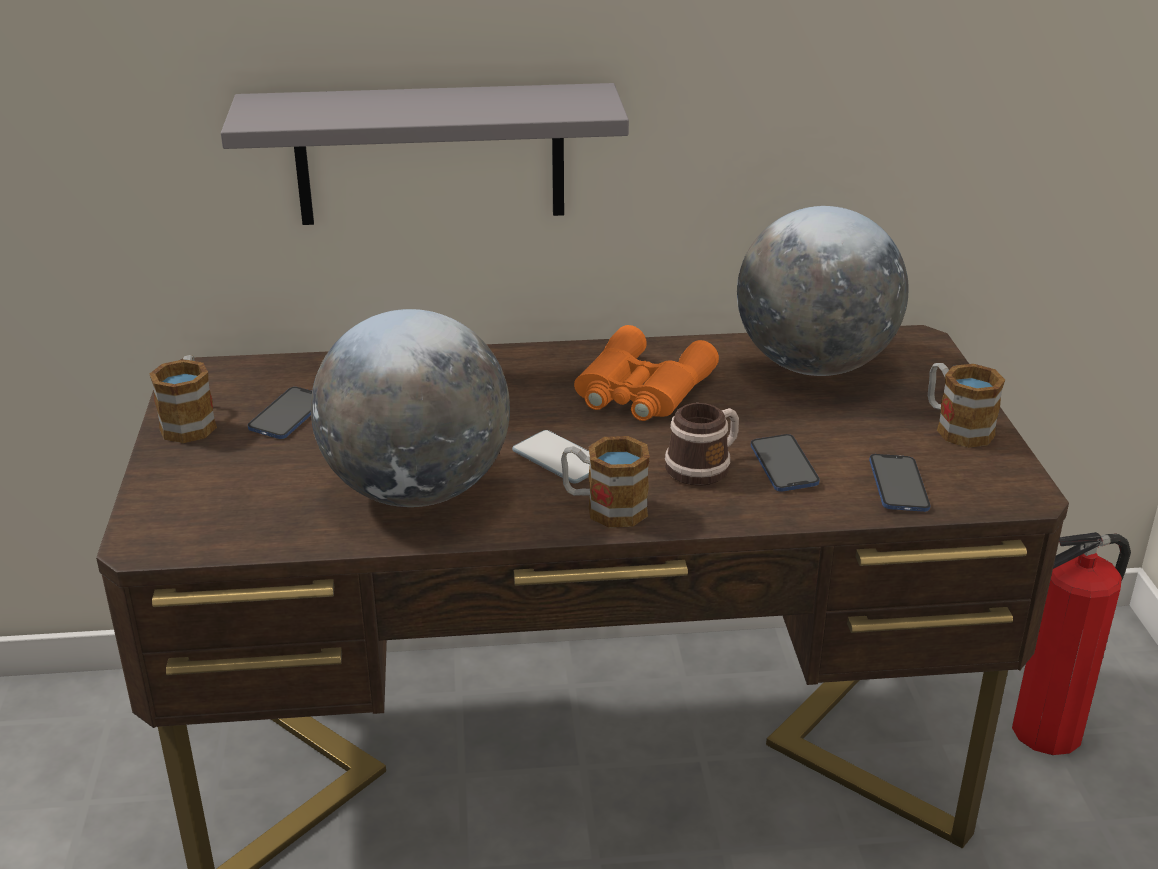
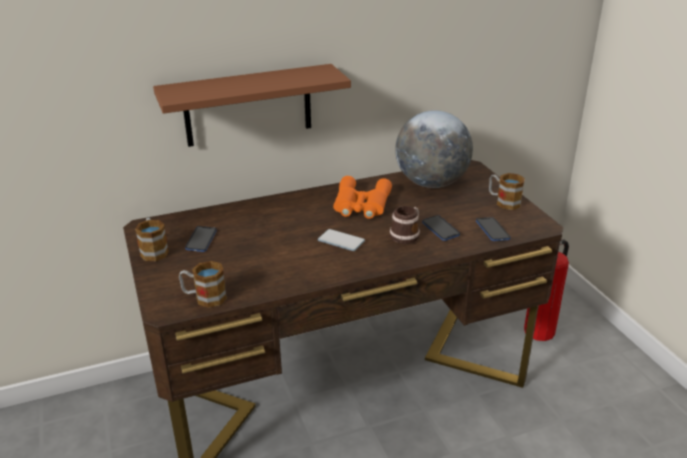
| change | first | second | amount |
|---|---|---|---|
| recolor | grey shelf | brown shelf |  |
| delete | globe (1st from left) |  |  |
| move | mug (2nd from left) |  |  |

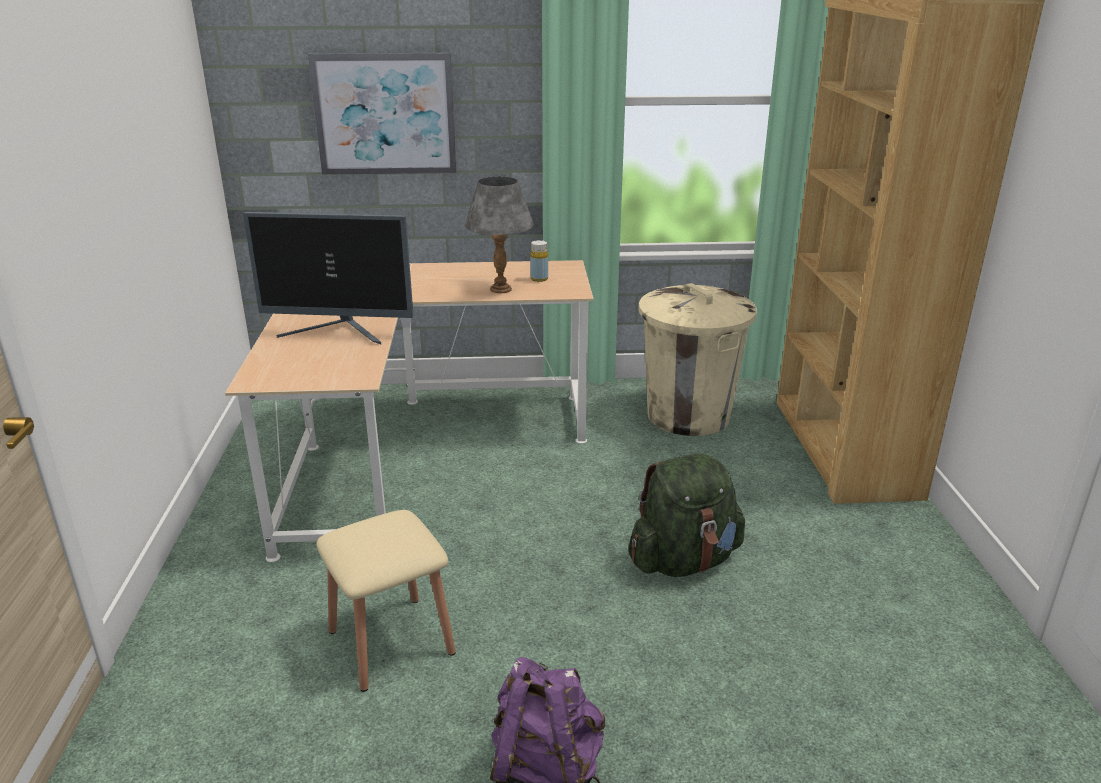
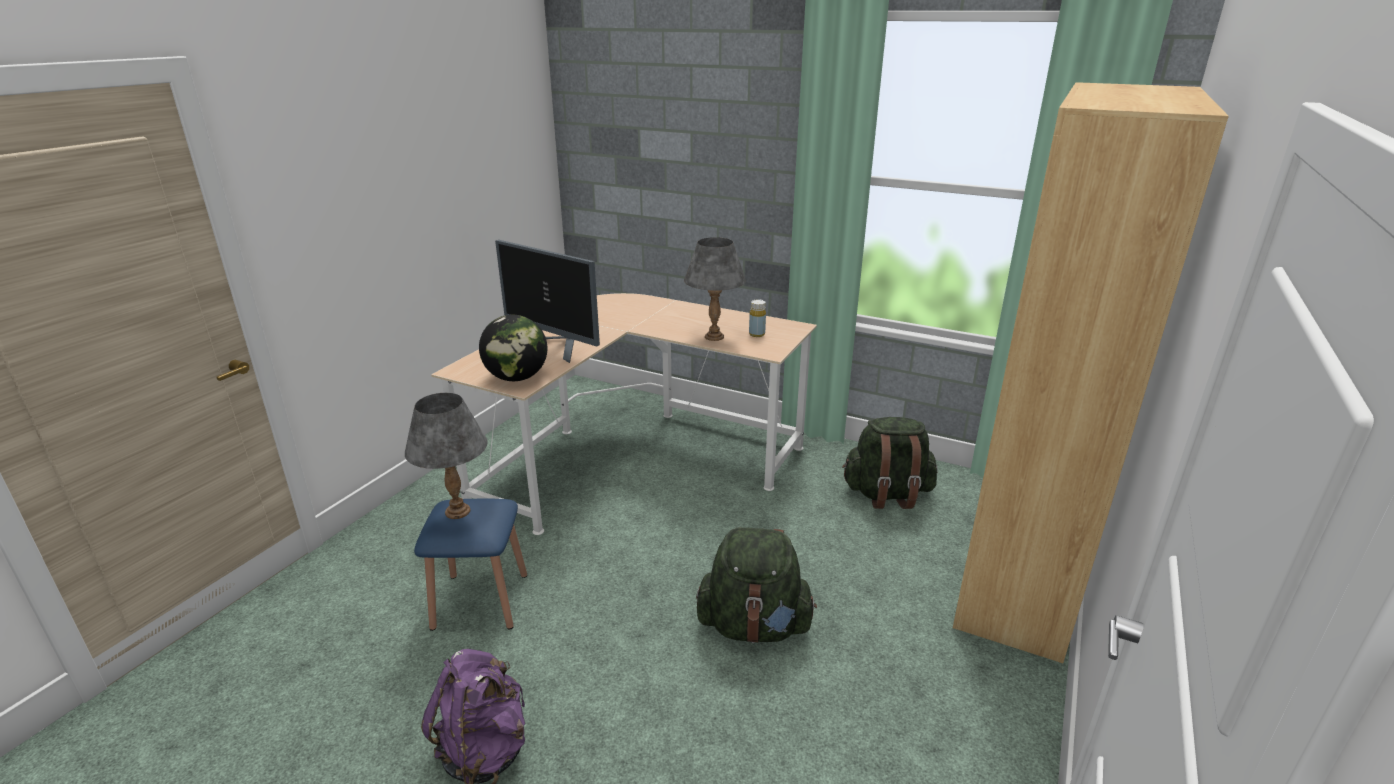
| change | first | second | amount |
|---|---|---|---|
| delete | picture |  |  |
| recolor | beige stool | blue stool |  |
| replace | beige trash can | green backpack (2nd from left) |  |
| insert |  | grey table lamp (1st from left) |  |
| insert |  | globe |  |

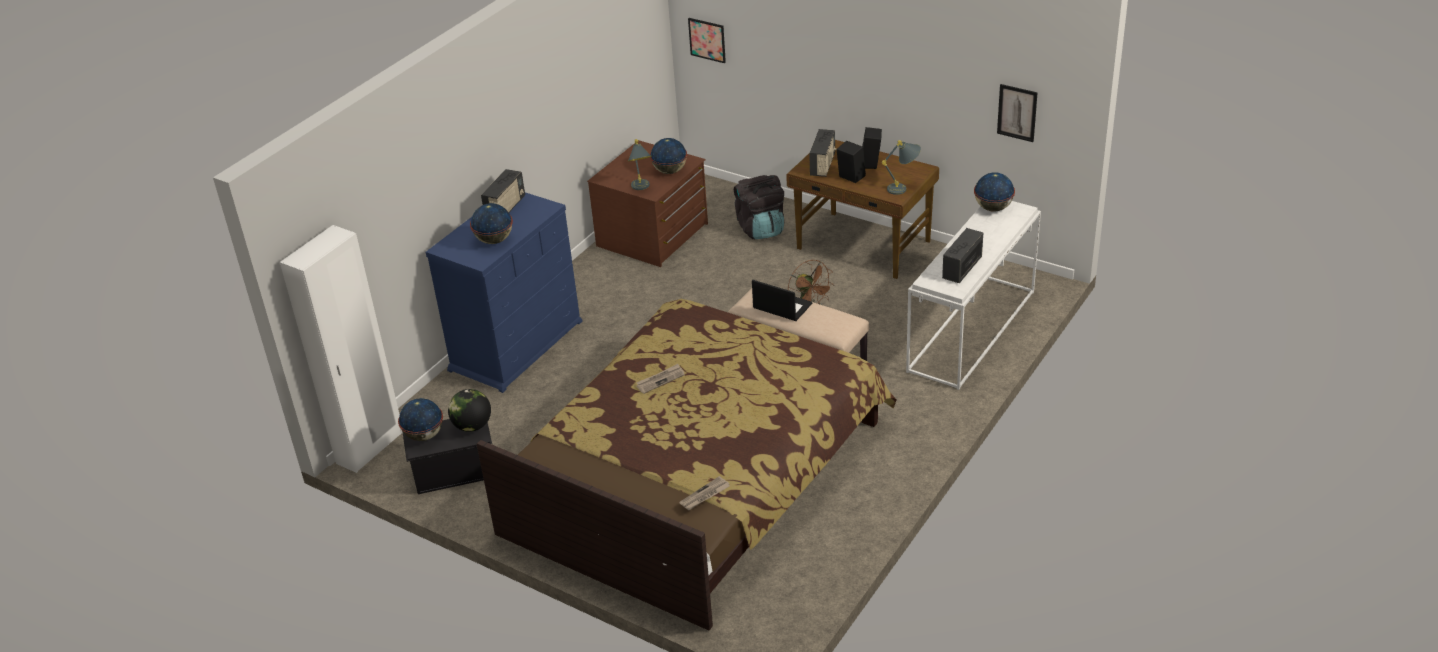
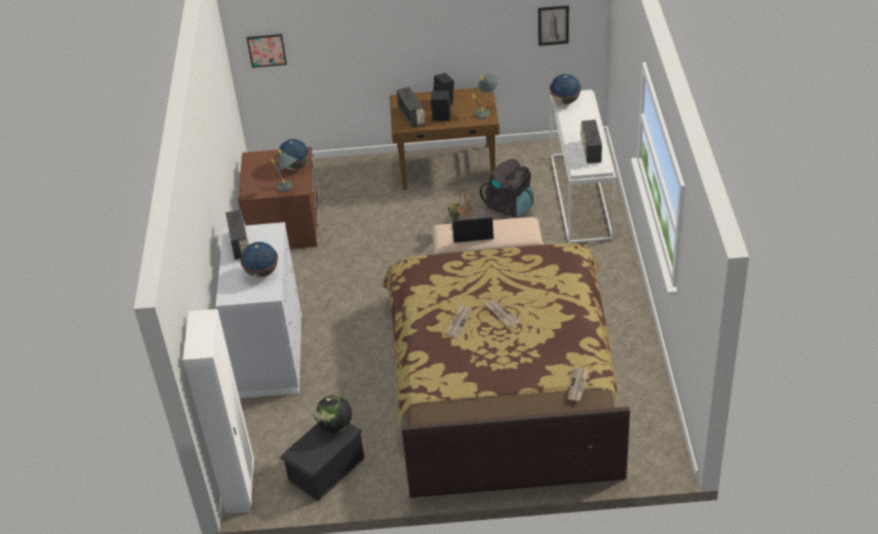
| change | first | second | amount |
|---|---|---|---|
| delete | globe (1st from left) |  |  |
| recolor | blue dresser | white dresser |  |
| move | black backpack |  |  |
| insert |  | newspaper (2nd from left) |  |

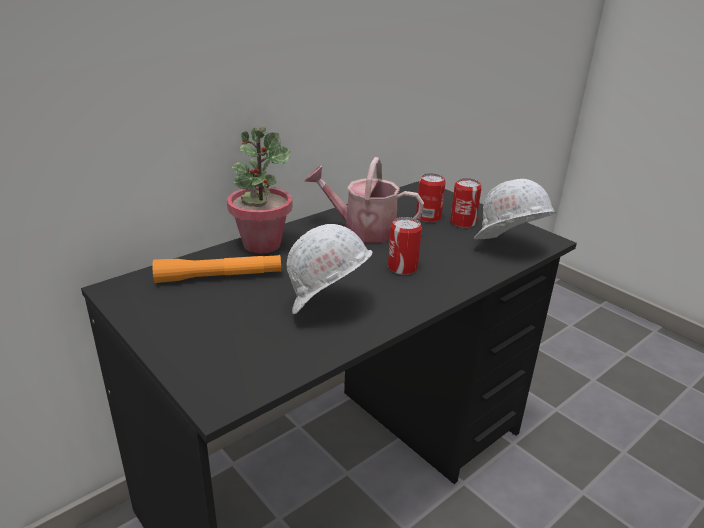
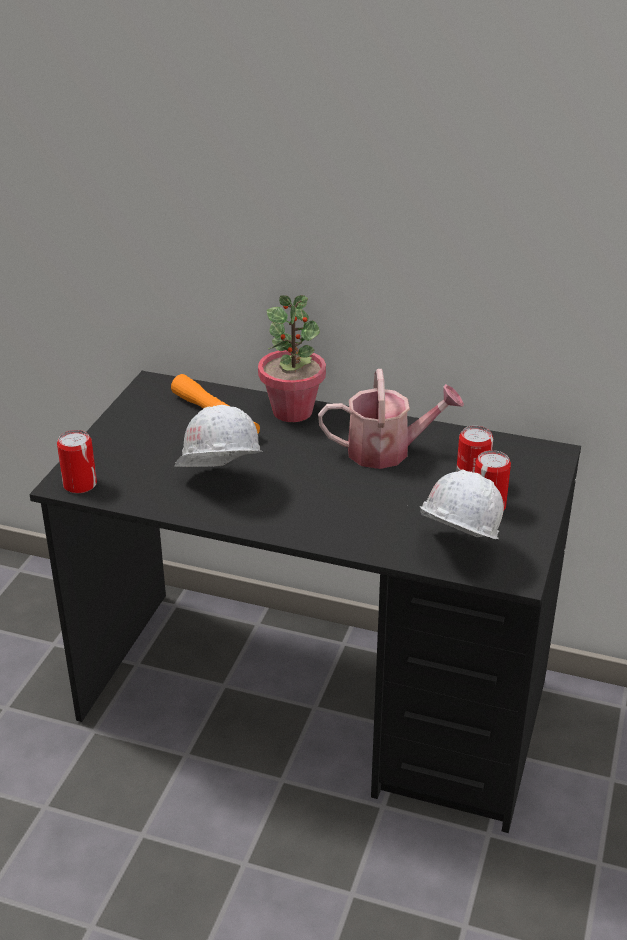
| change | first | second | amount |
|---|---|---|---|
| rotate | watering can |  | 105 degrees clockwise |
| move | can (1st from left) |  |  |

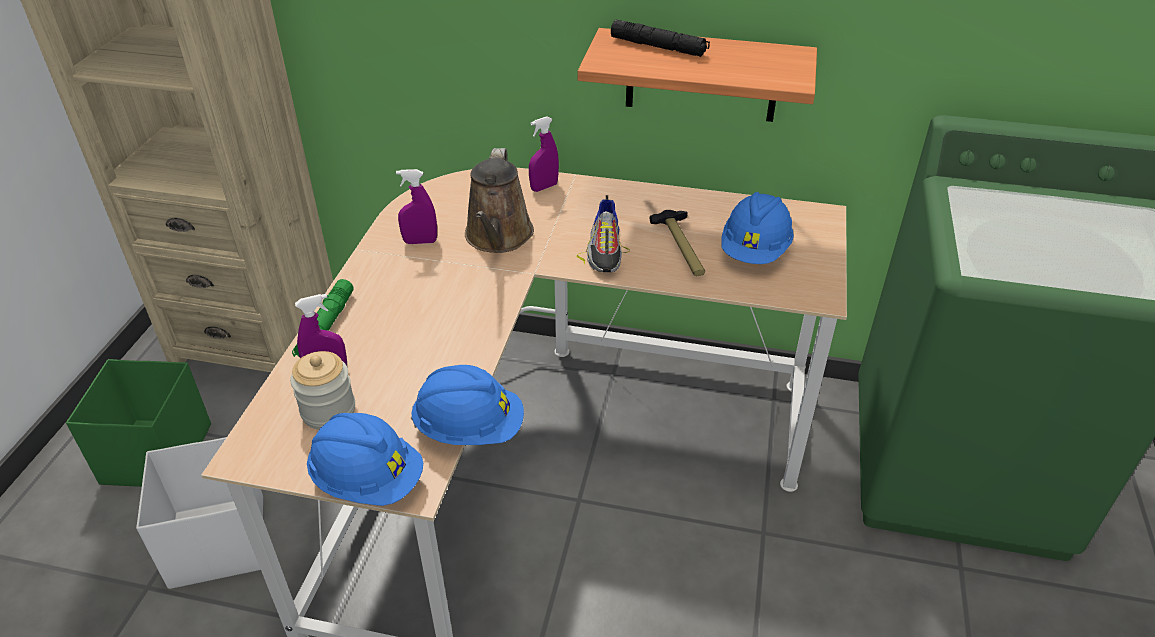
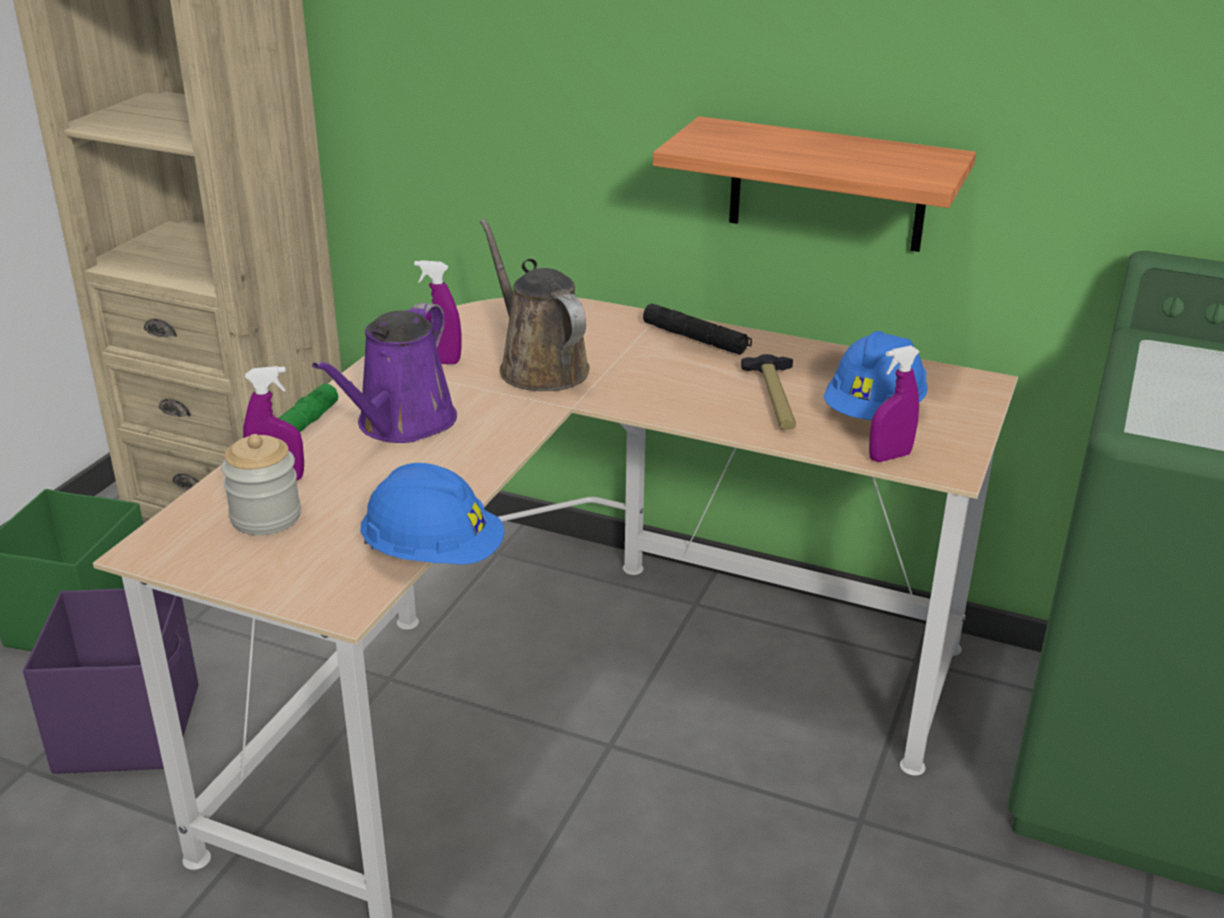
| change | first | second | amount |
|---|---|---|---|
| recolor | white storage box | purple storage box |  |
| delete | blue hard hat (1st from left) |  |  |
| rotate | brown watering can |  | 135 degrees clockwise |
| move | purple spray bottle (3rd from left) |  |  |
| delete | shoe |  |  |
| move | black flashlight |  |  |
| insert |  | purple watering can |  |

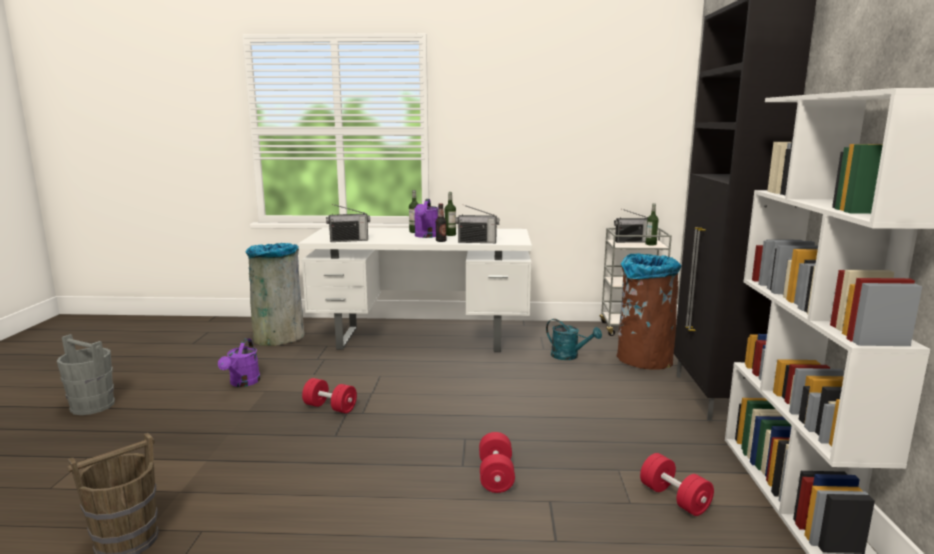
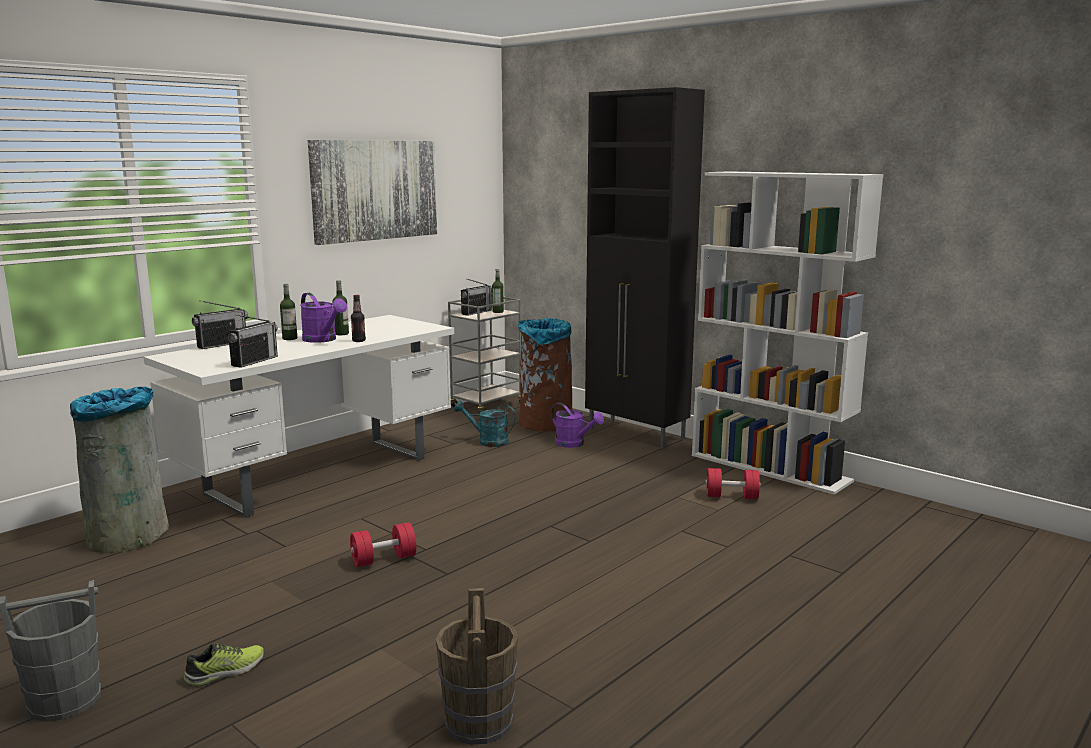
| change | first | second | amount |
|---|---|---|---|
| move | purple watering can (1st from left in the first image) | purple watering can (2nd from left) |  |
| move | radio (2nd from left in the first image) | radio (1st from left) |  |
| delete | red dumbbell (2nd from left) |  |  |
| rotate | turquoise watering can |  | 150 degrees counterclockwise |
| insert |  | shoe |  |
| insert |  | picture |  |

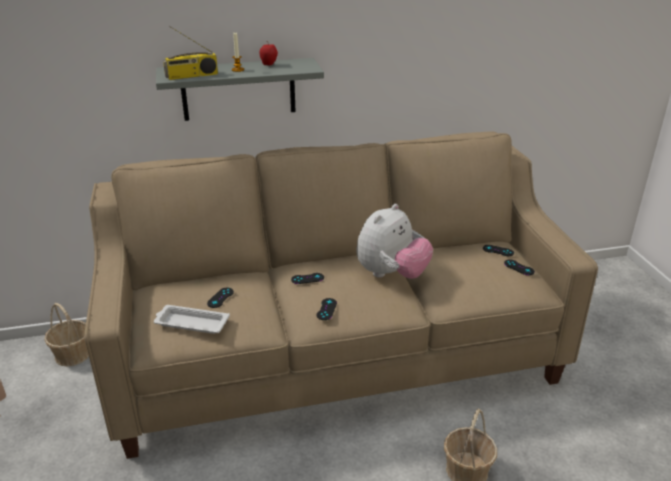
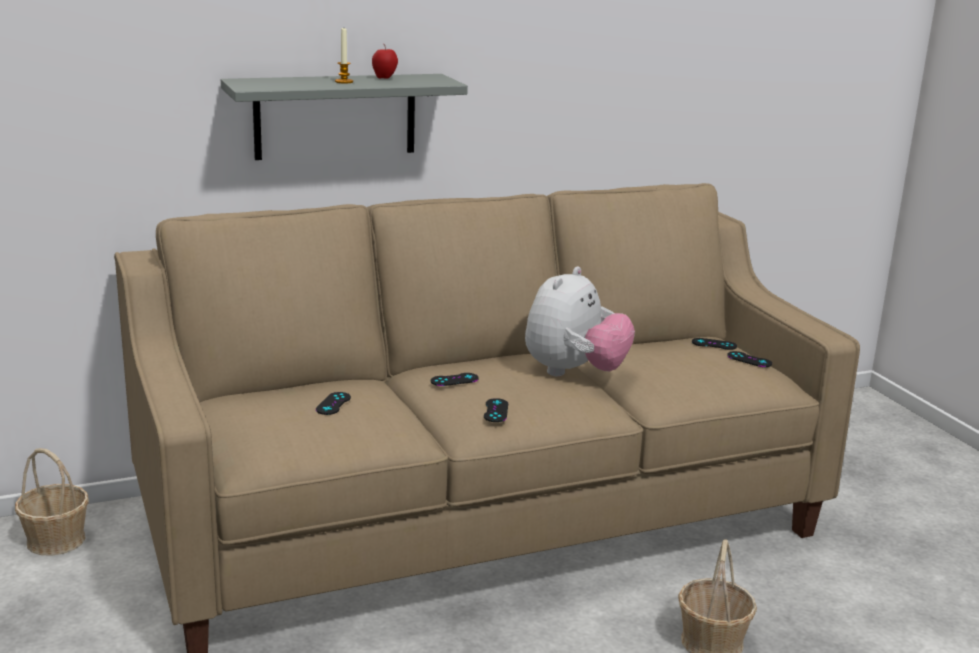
| change | first | second | amount |
|---|---|---|---|
| delete | white tray |  |  |
| delete | radio |  |  |

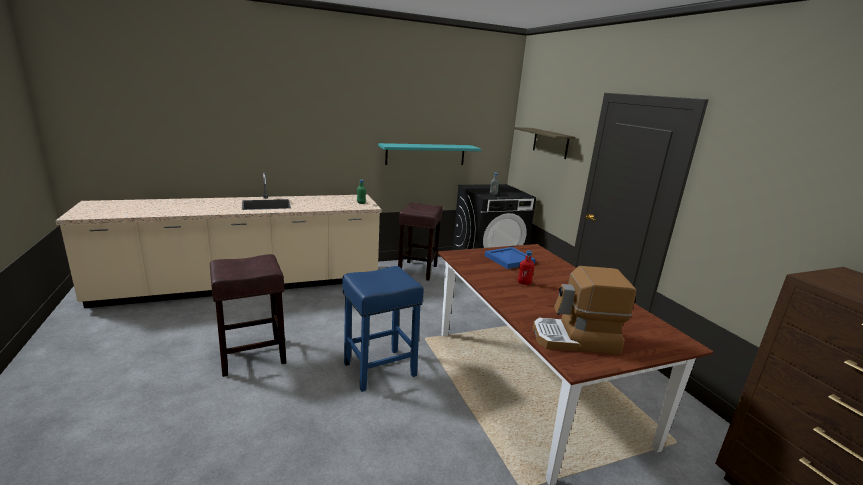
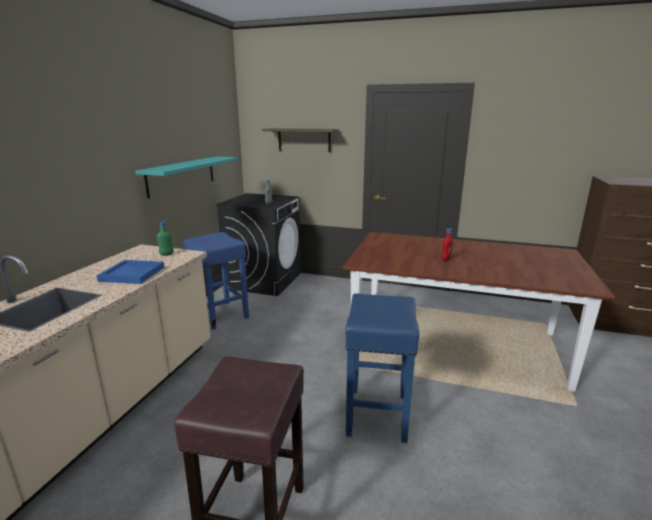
| change | first | second | amount |
|---|---|---|---|
| recolor | brown stool (2nd from left) | blue stool (1st from left) |  |
| move | blue tray |  |  |
| delete | coffee machine |  |  |

